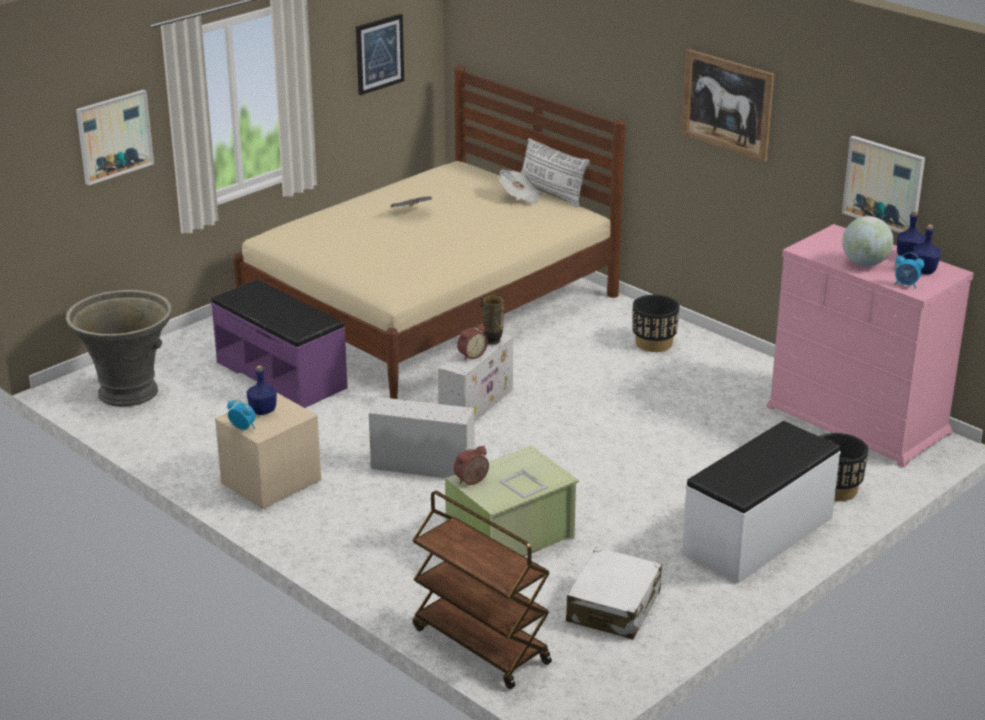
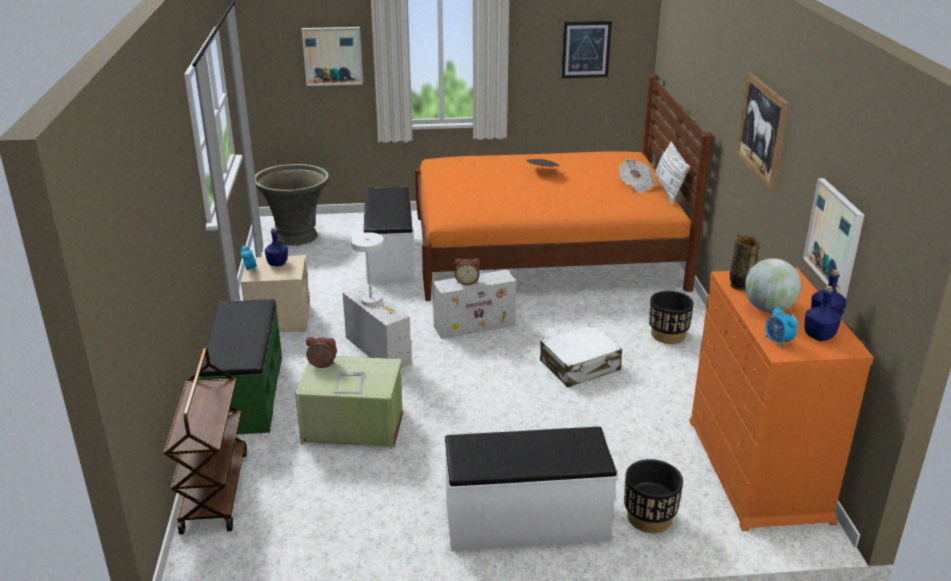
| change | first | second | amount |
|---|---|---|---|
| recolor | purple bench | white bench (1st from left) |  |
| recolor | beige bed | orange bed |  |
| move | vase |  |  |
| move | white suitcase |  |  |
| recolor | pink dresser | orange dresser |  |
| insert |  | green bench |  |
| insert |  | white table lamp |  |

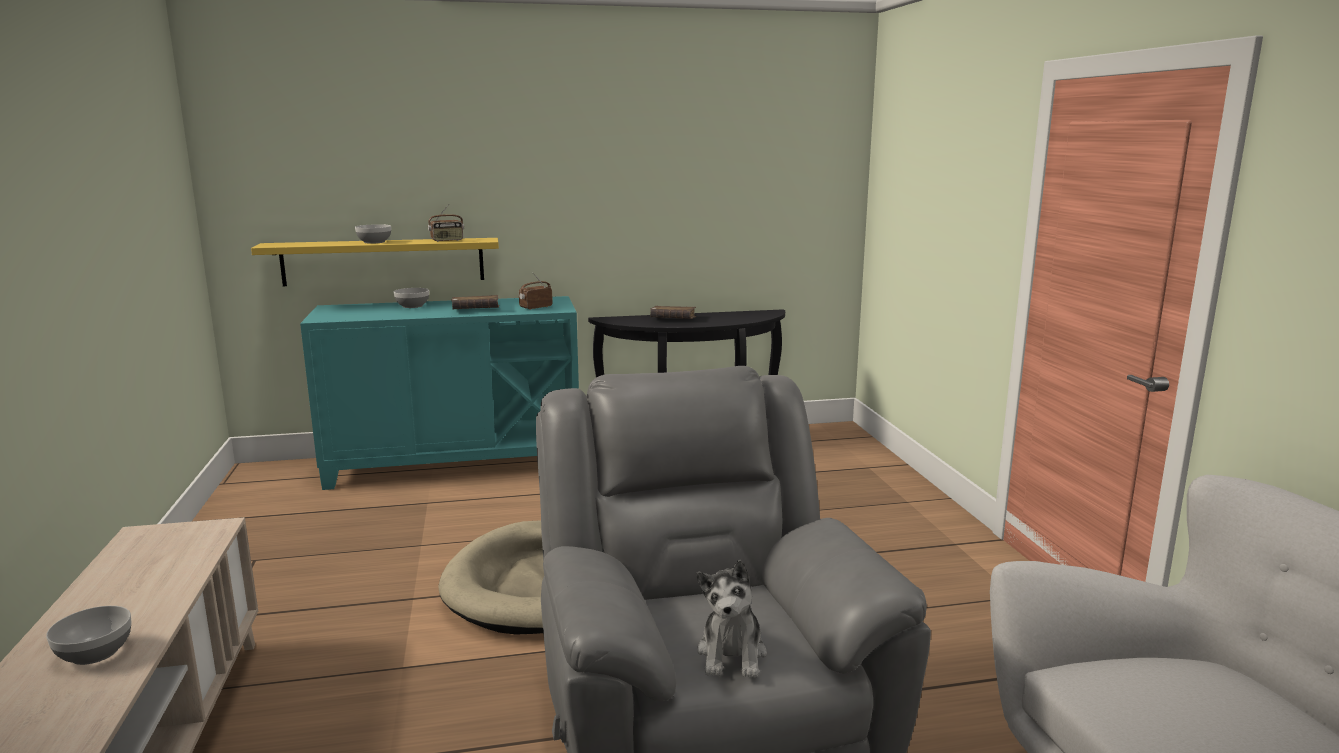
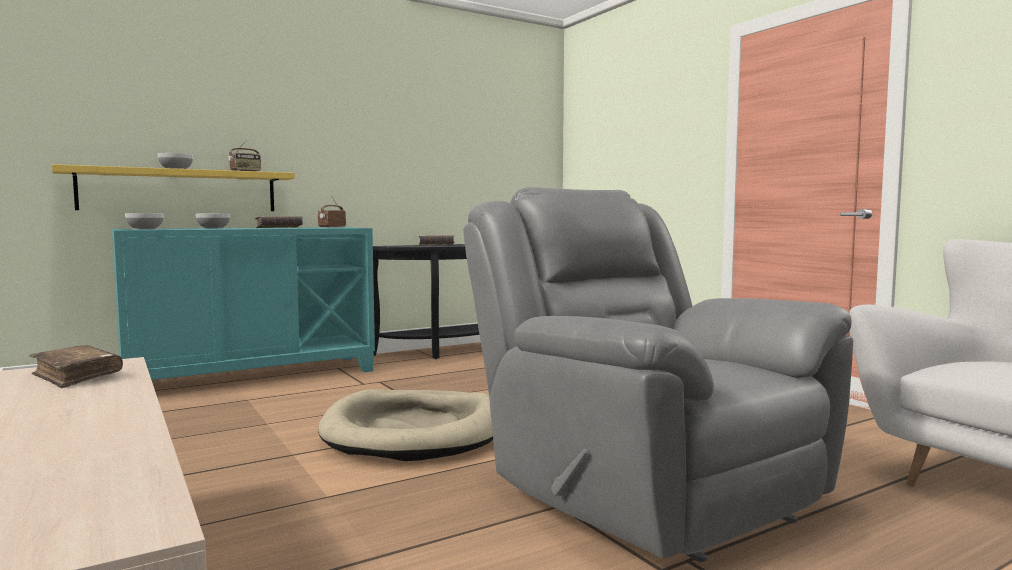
| change | first | second | amount |
|---|---|---|---|
| move | bowl (1st from left) |  |  |
| delete | plush toy |  |  |
| insert |  | brown book (1st from left) |  |

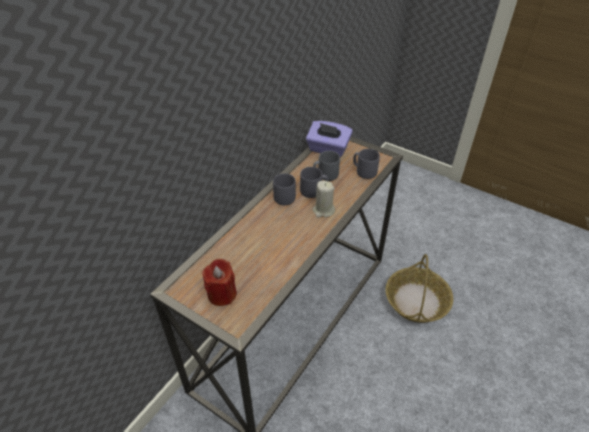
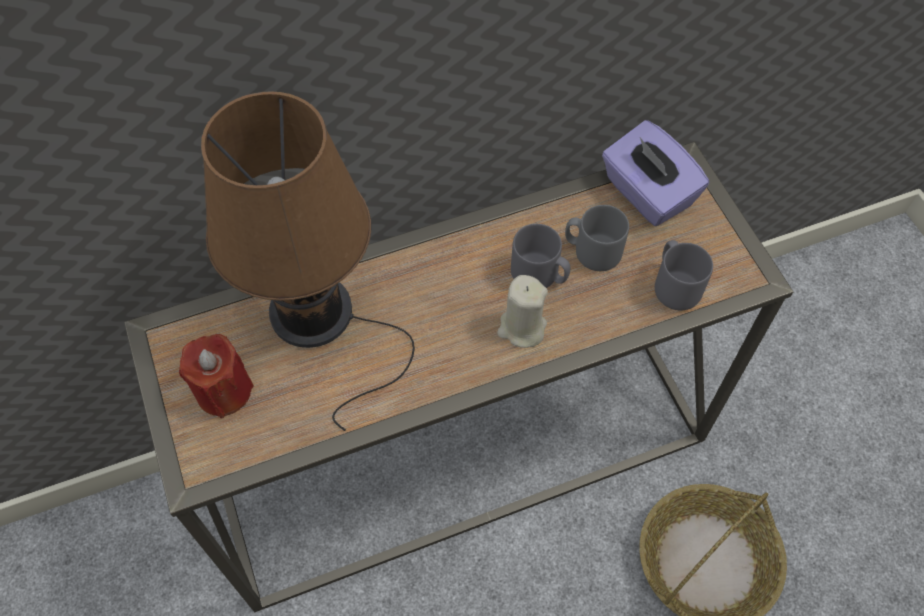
| change | first | second | amount |
|---|---|---|---|
| delete | grey mug (1st from left) |  |  |
| insert |  | brown table lamp |  |

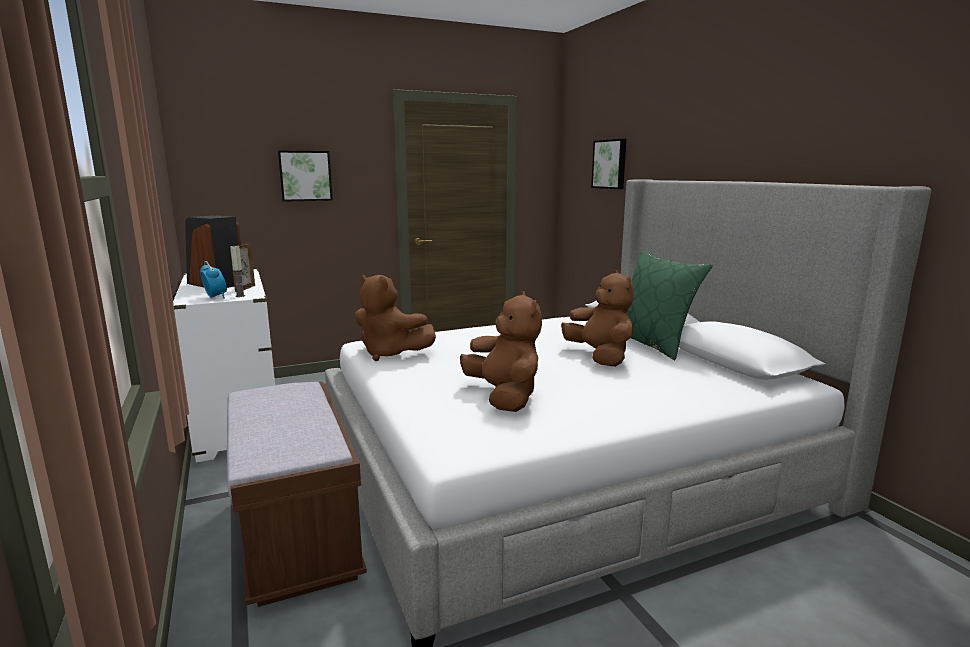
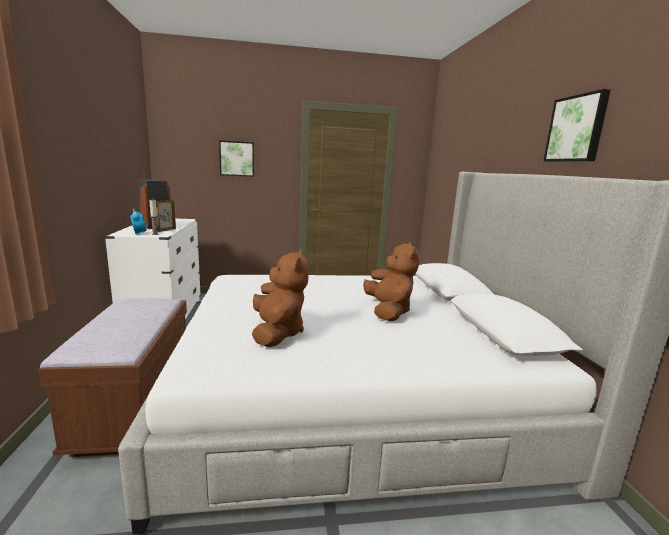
| change | first | second | amount |
|---|---|---|---|
| delete | brown plush toy (1st from left) |  |  |
| move | picture (2nd from left) |  |  |
| delete | green pillow |  |  |

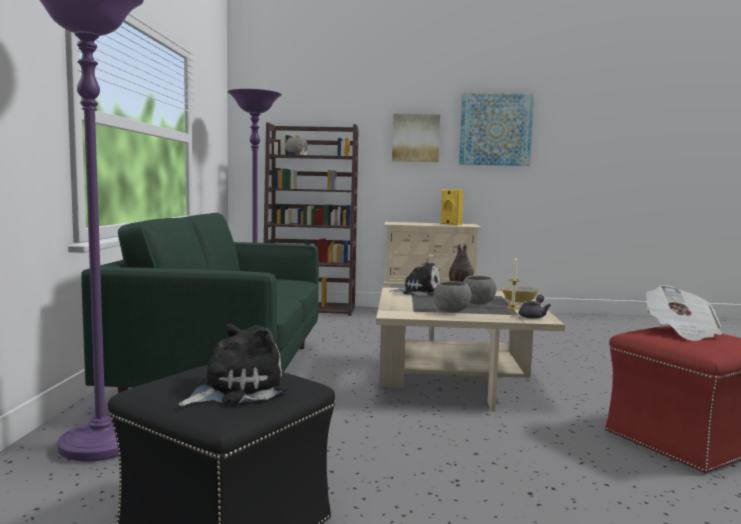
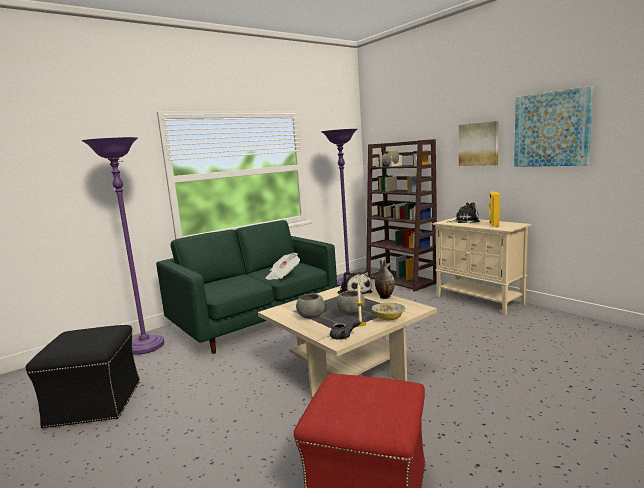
| change | first | second | amount |
|---|---|---|---|
| move | plush toy (1st from left in the first image) | plush toy (2nd from left) |  |
| move | newspaper |  |  |

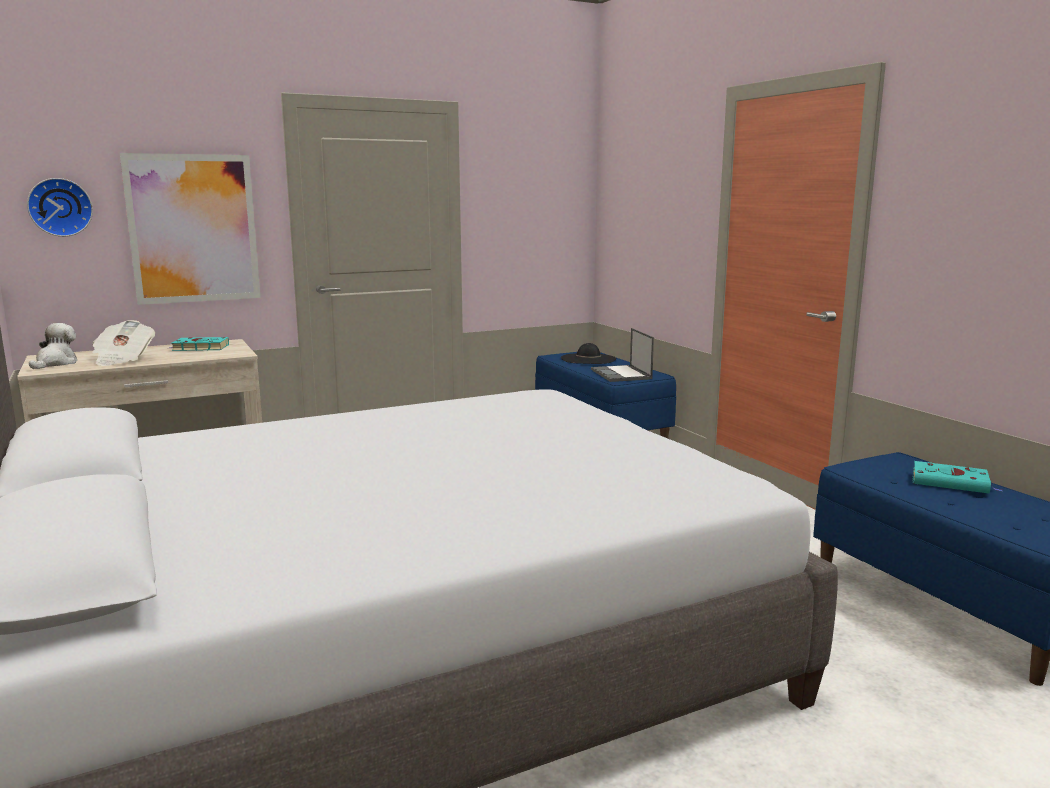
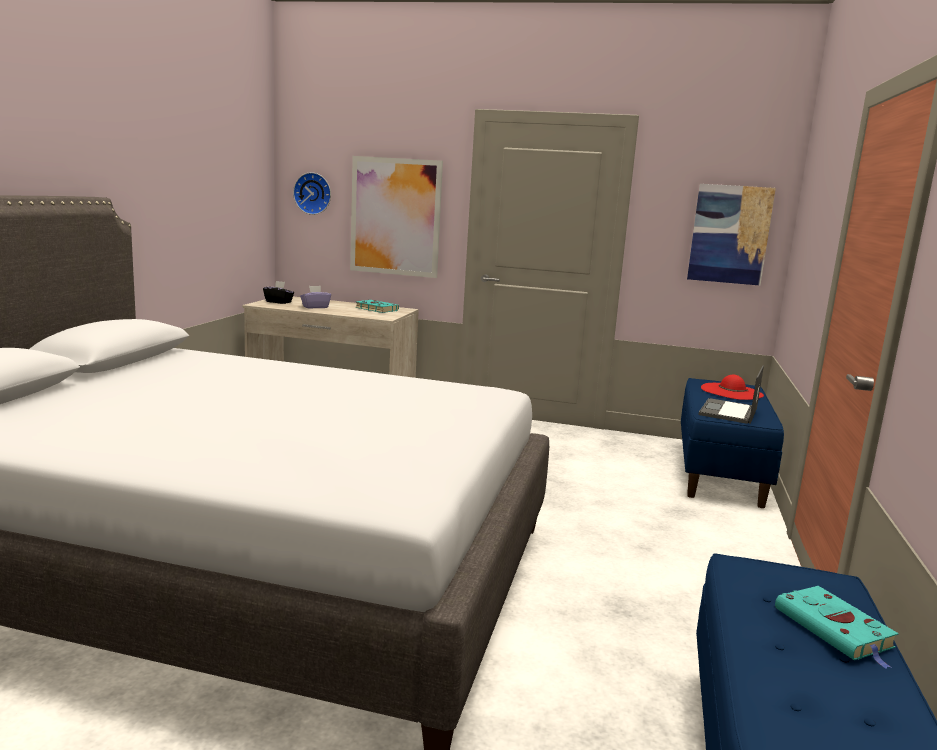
| change | first | second | amount |
|---|---|---|---|
| replace | plush toy | black tissue box |  |
| replace | newspaper | purple tissue box |  |
| recolor | black hat | red hat |  |
| insert |  | picture (2nd from left) |  |

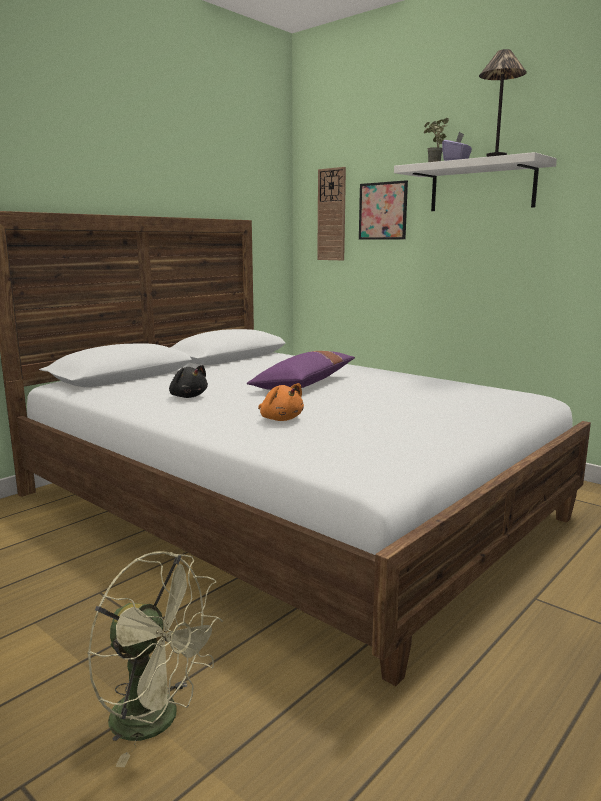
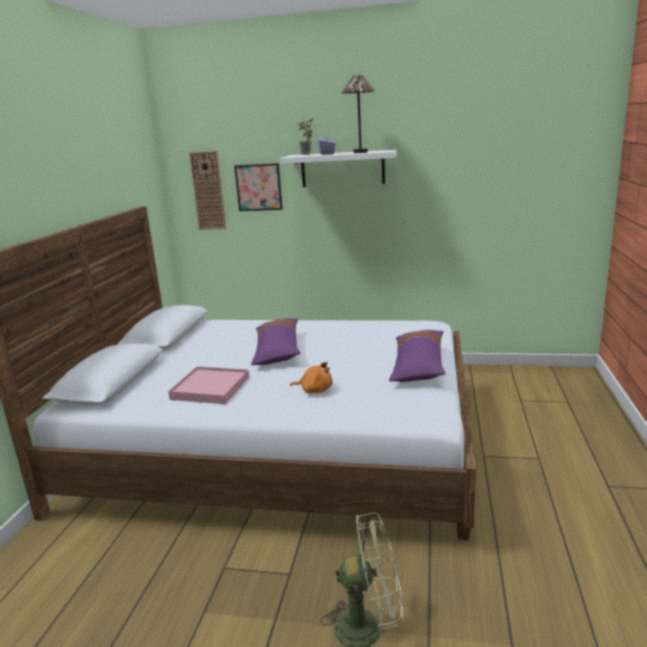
| change | first | second | amount |
|---|---|---|---|
| replace | black plush toy | pink tray |  |
| insert |  | purple pillow (2nd from left) |  |

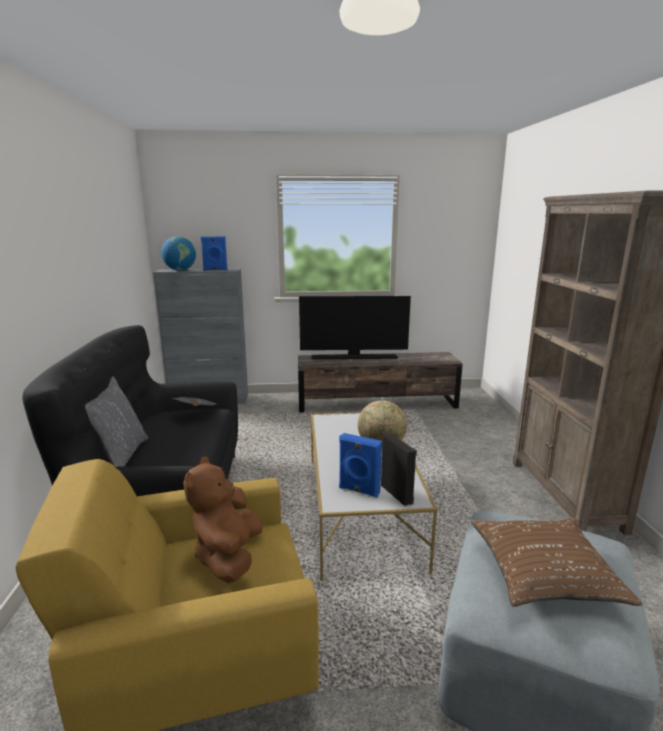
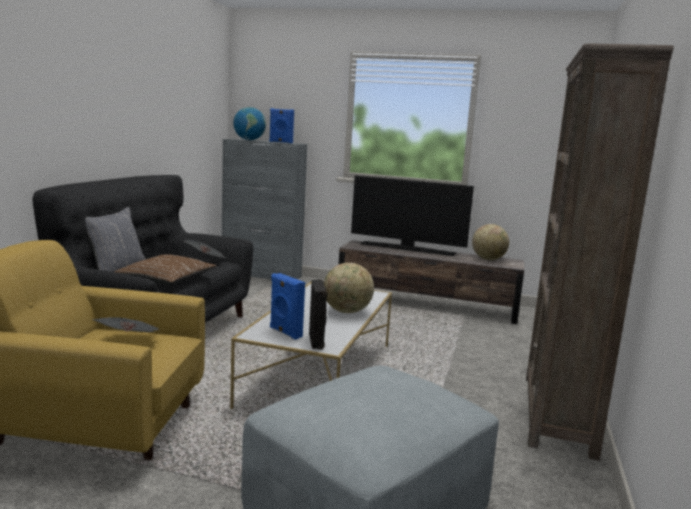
| change | first | second | amount |
|---|---|---|---|
| replace | brown plush toy | newspaper (1st from left) |  |
| move | brown pillow |  |  |
| insert |  | globe (3rd from left) |  |

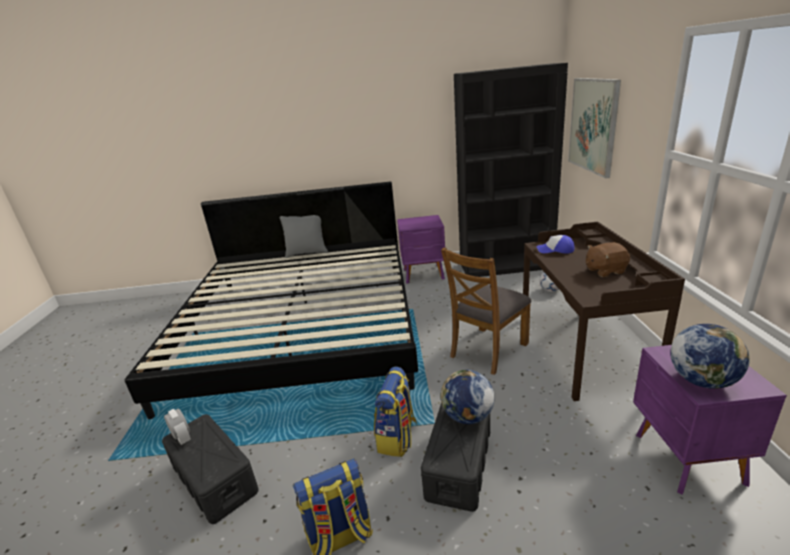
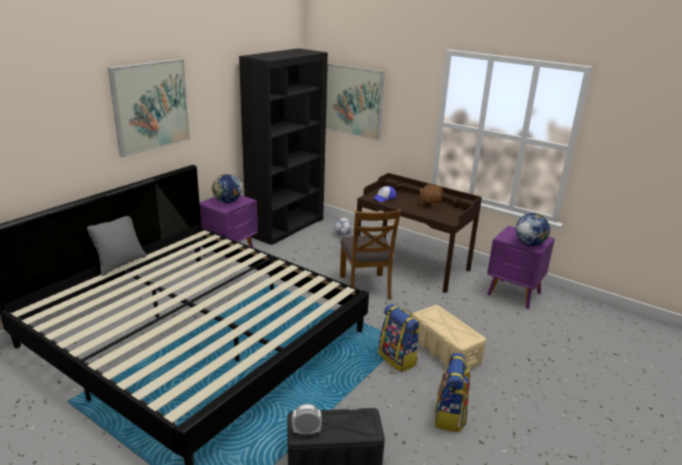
| change | first | second | amount |
|---|---|---|---|
| recolor | black storage box (2nd from left) | beige storage box |  |
| move | globe (1st from left) |  |  |
| insert |  | picture (1st from left) |  |

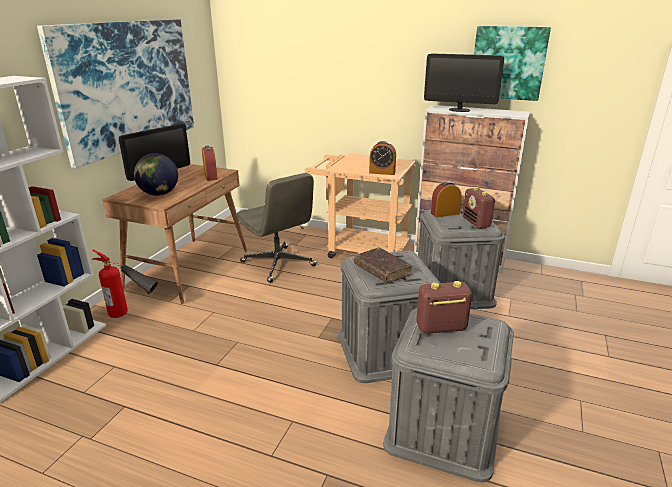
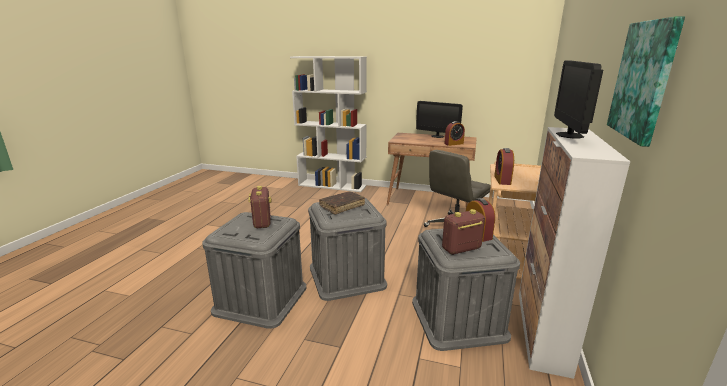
| change | first | second | amount |
|---|---|---|---|
| delete | picture (1st from left) |  |  |
| delete | fire extinguisher |  |  |
| delete | globe |  |  |

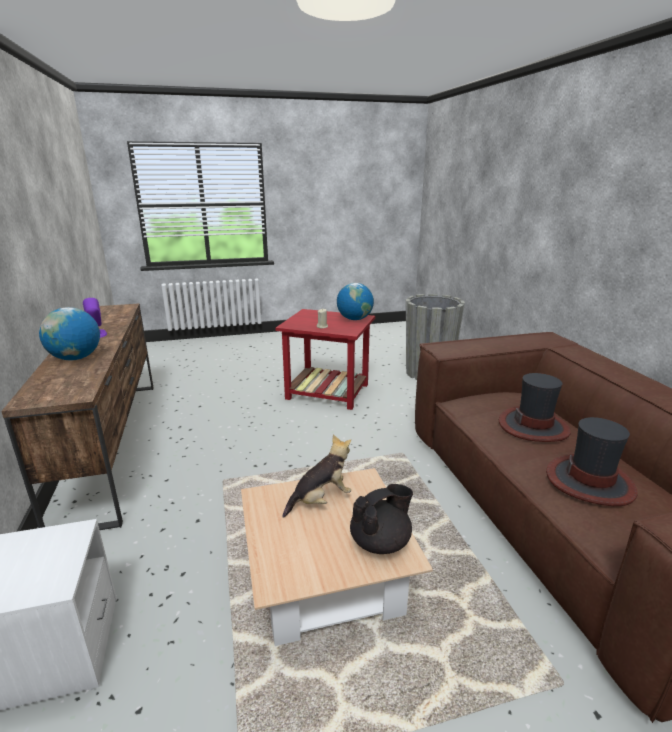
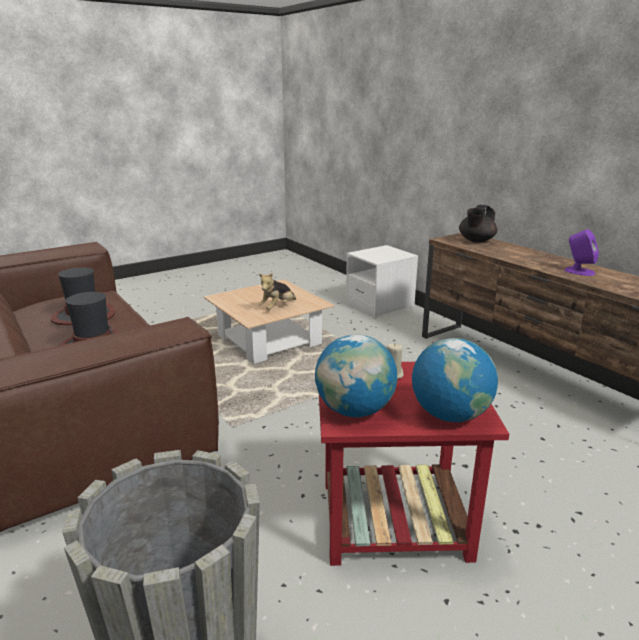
| change | first | second | amount |
|---|---|---|---|
| move | globe (1st from left in the first image) | globe (2nd from left) |  |
| move | black teapot |  |  |

